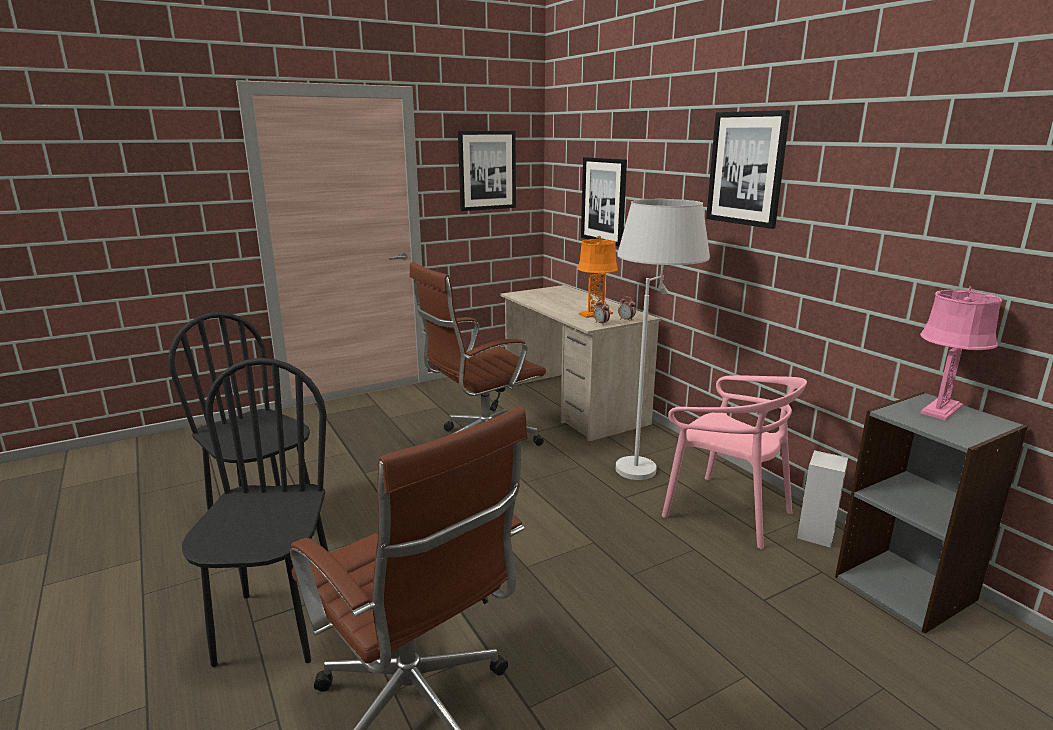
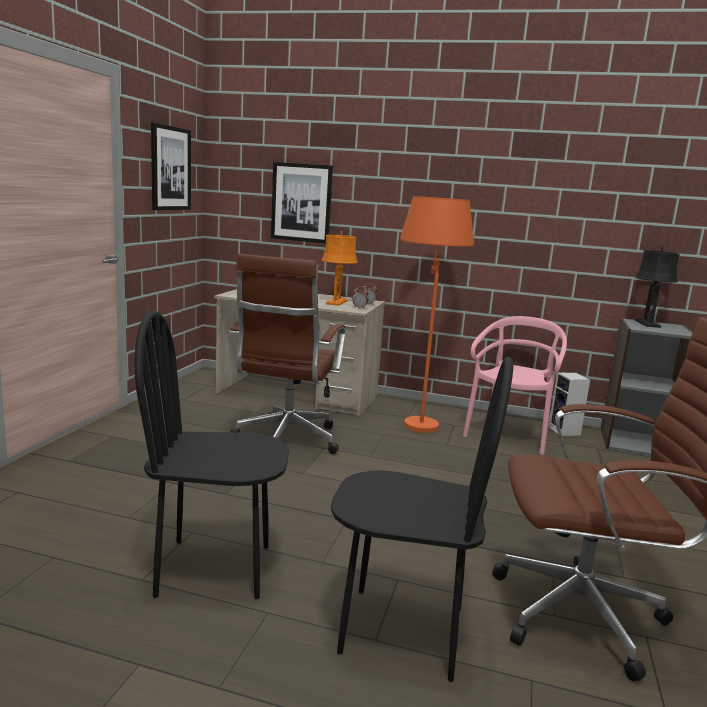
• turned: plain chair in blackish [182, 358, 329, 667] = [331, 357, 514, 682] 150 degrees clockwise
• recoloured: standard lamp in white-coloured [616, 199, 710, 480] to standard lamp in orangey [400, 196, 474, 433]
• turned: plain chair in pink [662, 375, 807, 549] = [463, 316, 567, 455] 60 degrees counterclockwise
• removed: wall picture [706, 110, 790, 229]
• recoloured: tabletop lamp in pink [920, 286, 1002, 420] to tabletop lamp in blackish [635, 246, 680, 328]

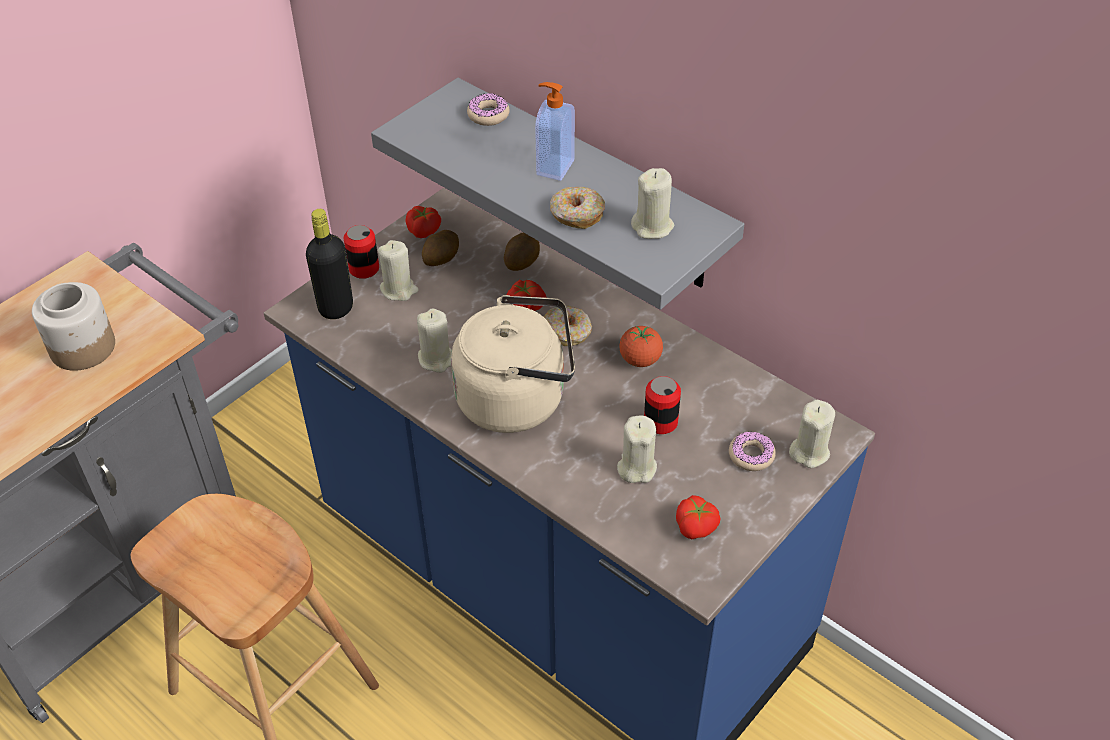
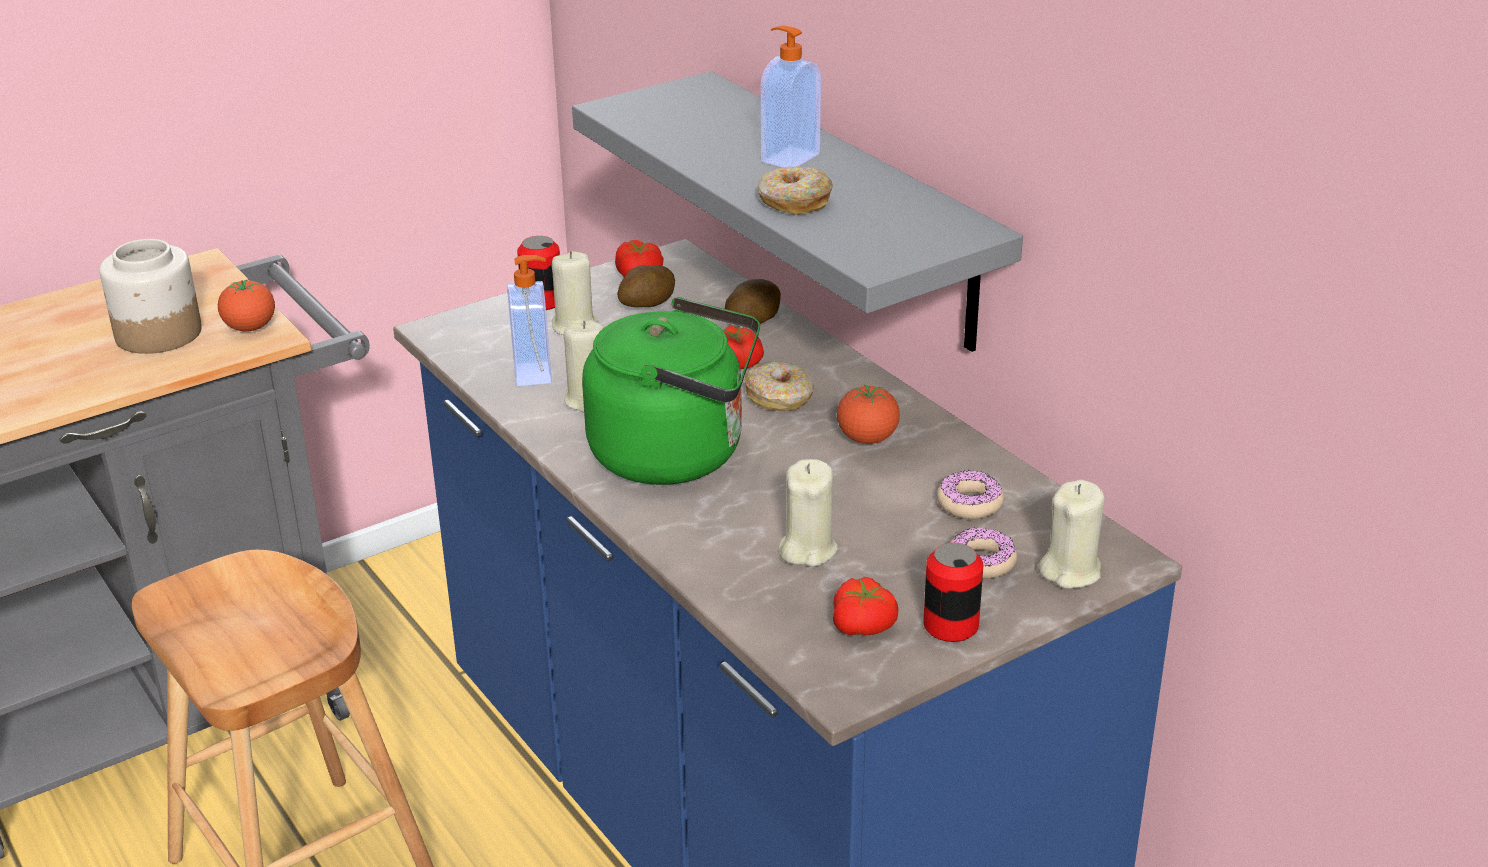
• removed: beverage bottle in blackish [306, 209, 353, 319]
• recoloured: water kettle in sand-coloured [451, 295, 575, 433] to water kettle in green-coloured [582, 297, 760, 485]
• moved: ring doughnut [467, 93, 510, 126] to [937, 469, 1004, 519]
• removed: wax light in sand-coloured [631, 168, 674, 239]
• moved: can [644, 376, 681, 434] to [923, 543, 983, 642]
• added: fresh tomato [218, 279, 275, 332]
• added: soap bottle [507, 255, 552, 386]

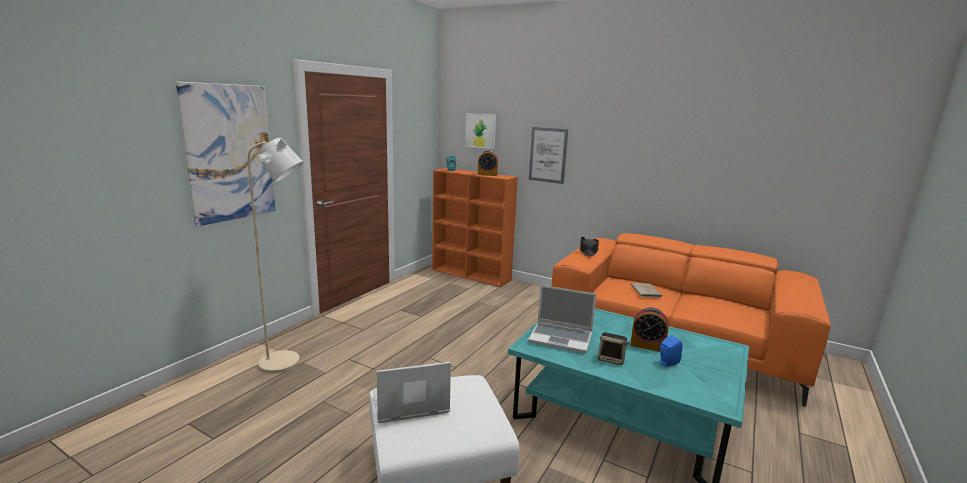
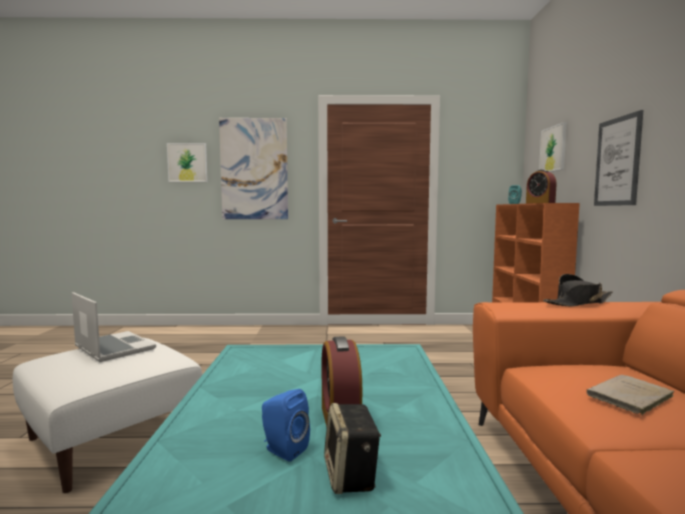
• removed: standard lamp in sand-coloured [247, 138, 303, 374]
• removed: notebook computer [528, 285, 596, 353]
• moved: speaker [598, 332, 629, 365] to [324, 403, 381, 494]
• added: wall picture [167, 143, 208, 182]

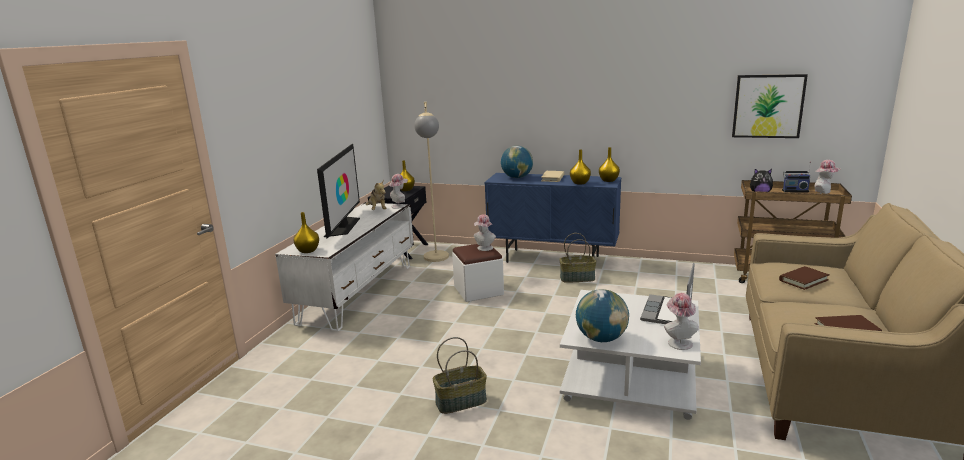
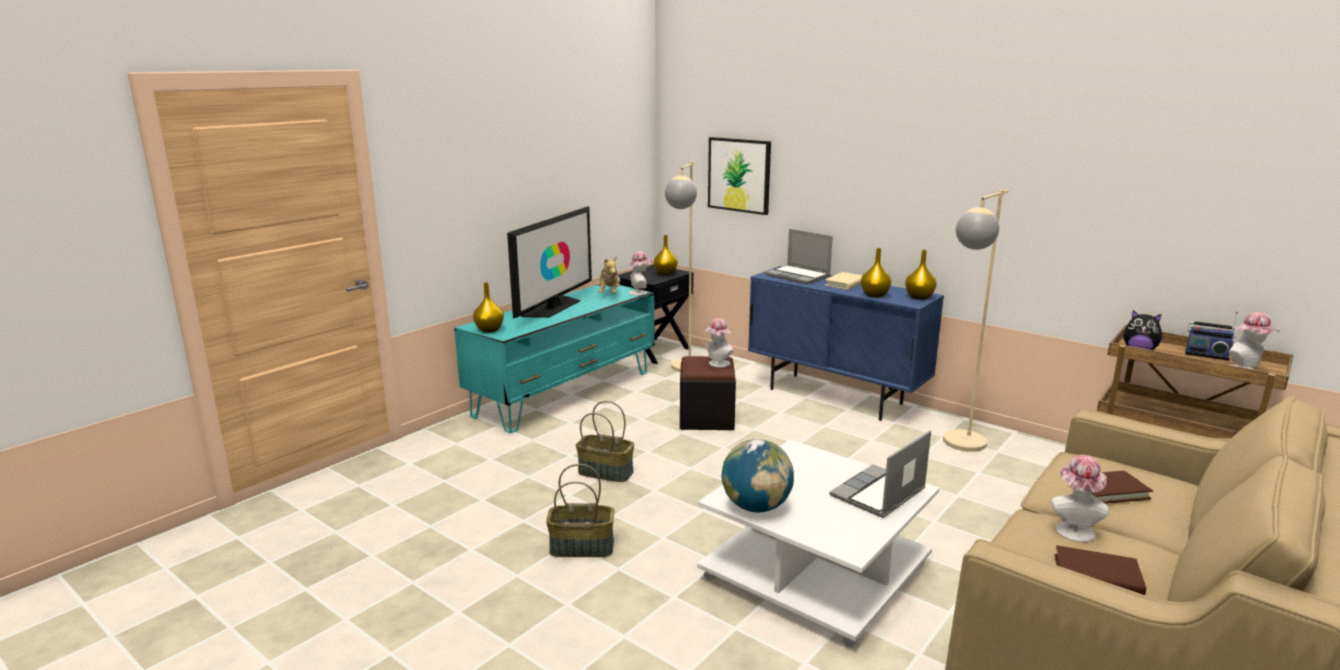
• recoloured: media console in white-coloured [275, 202, 414, 331] to media console in turquoise [454, 285, 655, 433]
• recoloured: pouffe in white-coloured [452, 244, 504, 302] to pouffe in blackish [680, 356, 736, 430]
• replaced: desk globe [501, 146, 533, 178] to notebook computer [765, 229, 833, 284]
• moved: household basket [559, 233, 597, 283] to [576, 401, 634, 482]
• moved: clothing hat [664, 293, 699, 350] to [1051, 455, 1109, 542]
• moved: wall picture [732, 74, 808, 138] to [708, 137, 771, 215]
• added: standard lamp in sand-coloured [943, 190, 1008, 452]

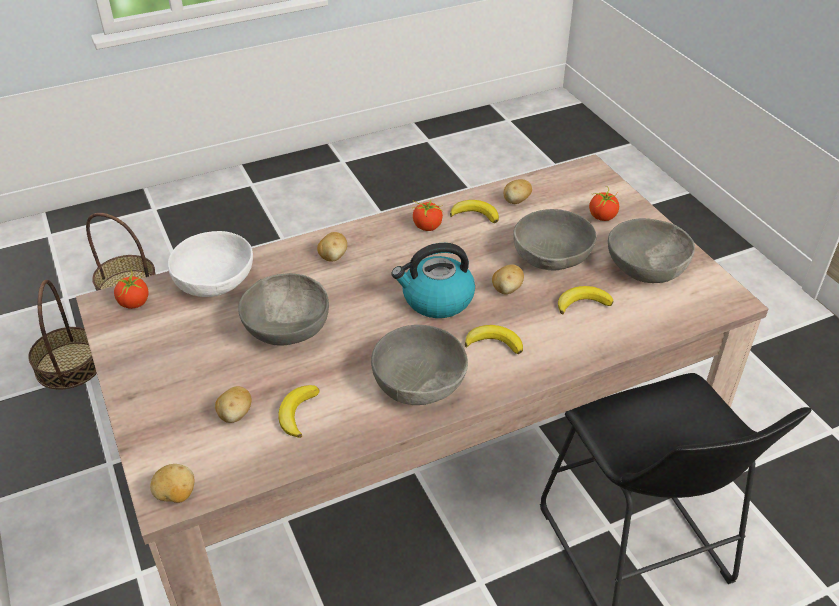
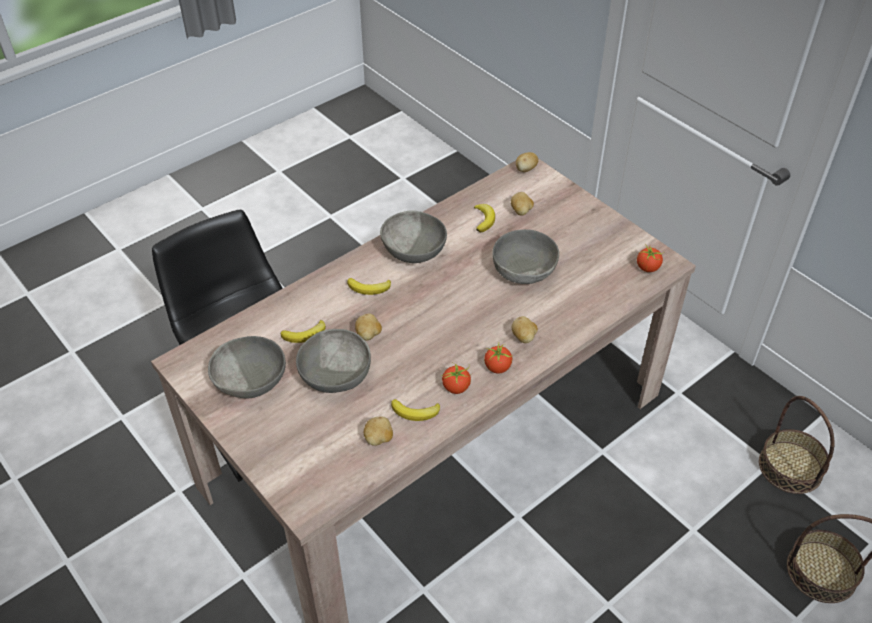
• removed: serving bowl in white-coloured [168, 231, 253, 297]
• removed: water kettle [391, 243, 475, 318]
• moved: fresh tomato [589, 186, 619, 221] to [484, 343, 512, 374]

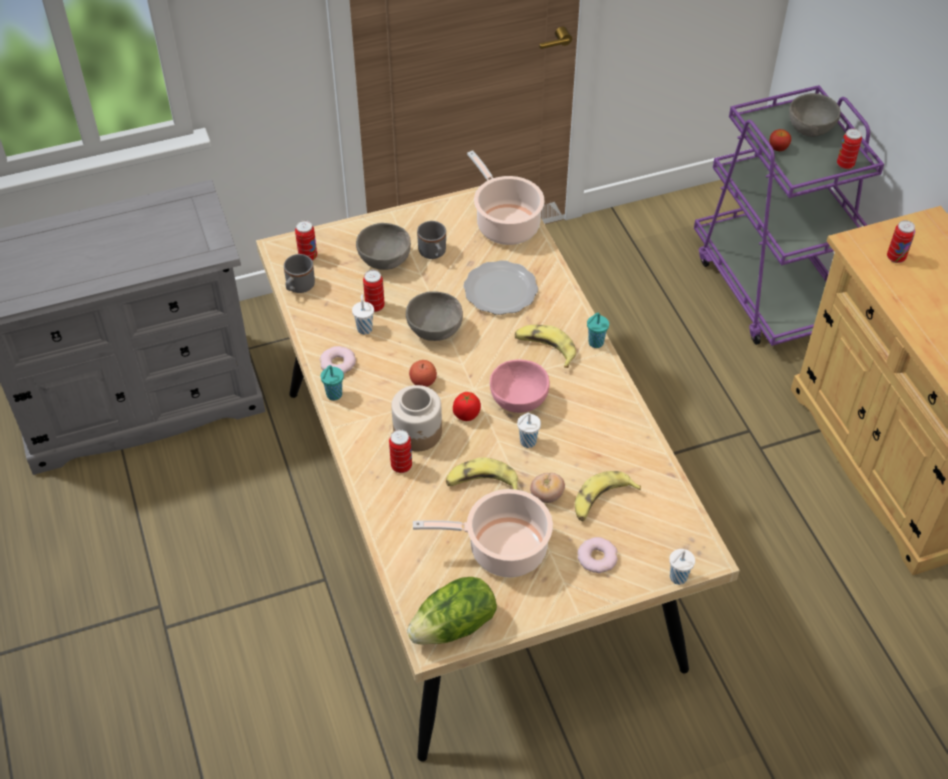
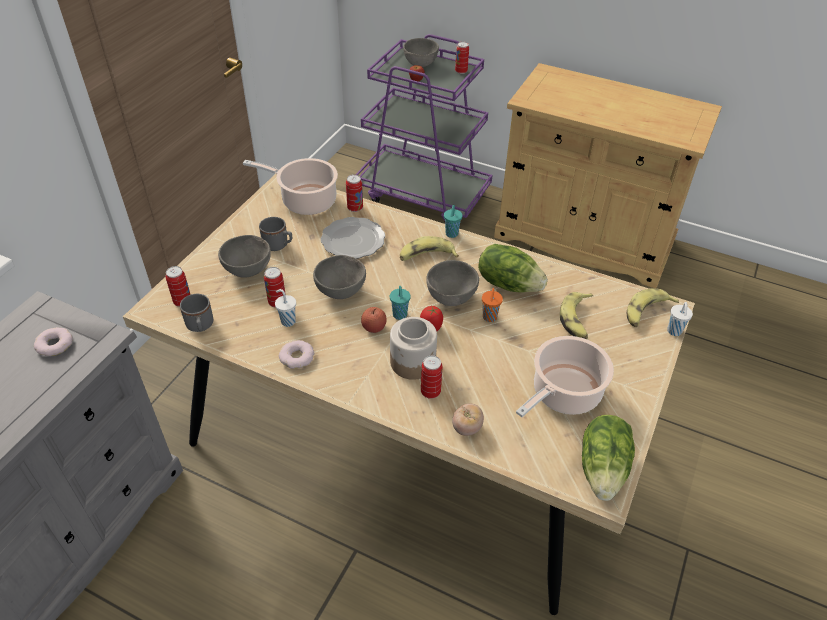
• moved: small cup in turquoise [321, 365, 344, 400] to [390, 286, 411, 320]
• moved: banana [446, 458, 518, 490] to [627, 288, 679, 327]
• recoloured: serving bowl in pink [490, 359, 550, 413] to serving bowl in greyish [426, 260, 479, 306]
• recoloured: small cup in white-coloured [517, 413, 541, 448] to small cup in orangey [482, 288, 503, 322]
• moved: fresh tomato [530, 473, 565, 503] to [452, 403, 484, 436]
• moved: ring doughnut [577, 537, 618, 573] to [34, 327, 73, 356]
• moved: can [887, 220, 915, 263] to [346, 174, 363, 212]
• added: lettuce head [478, 244, 548, 292]

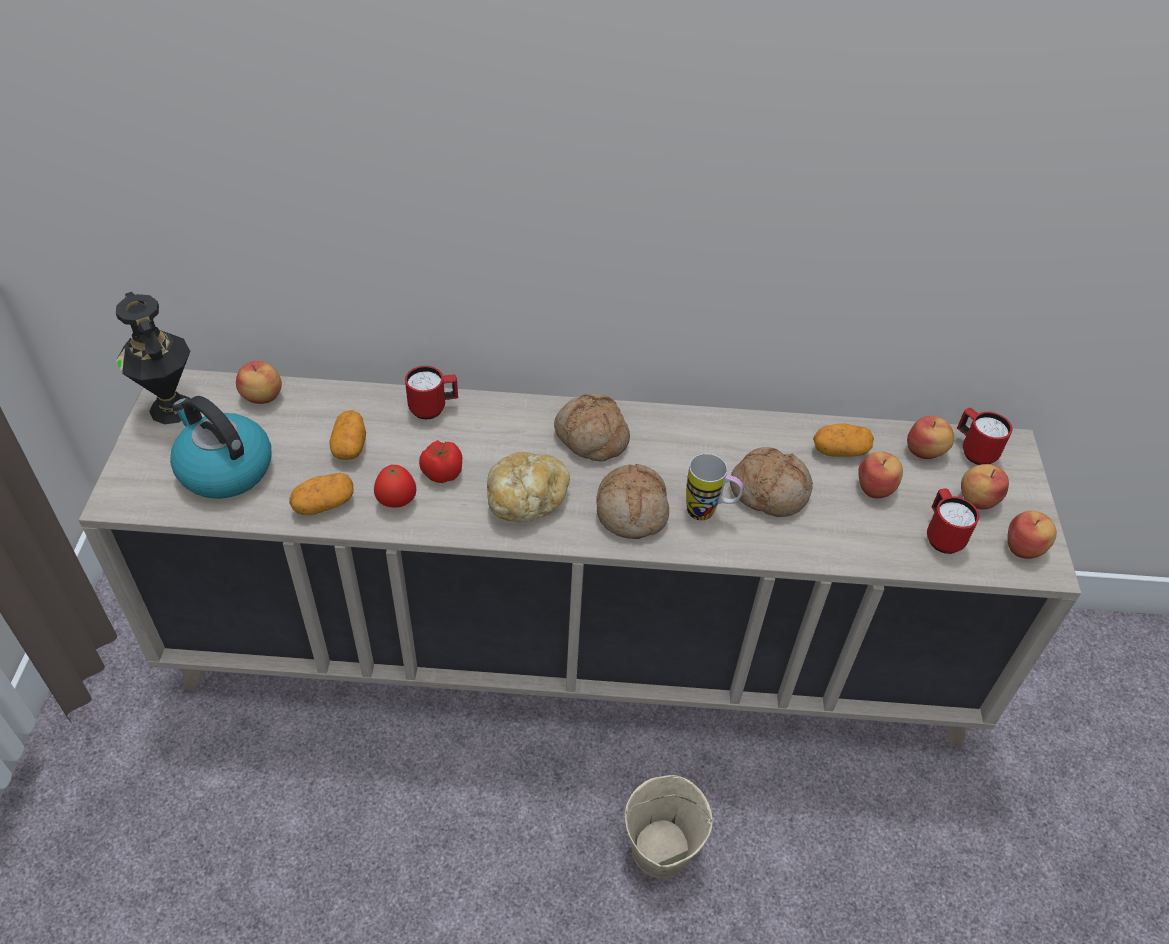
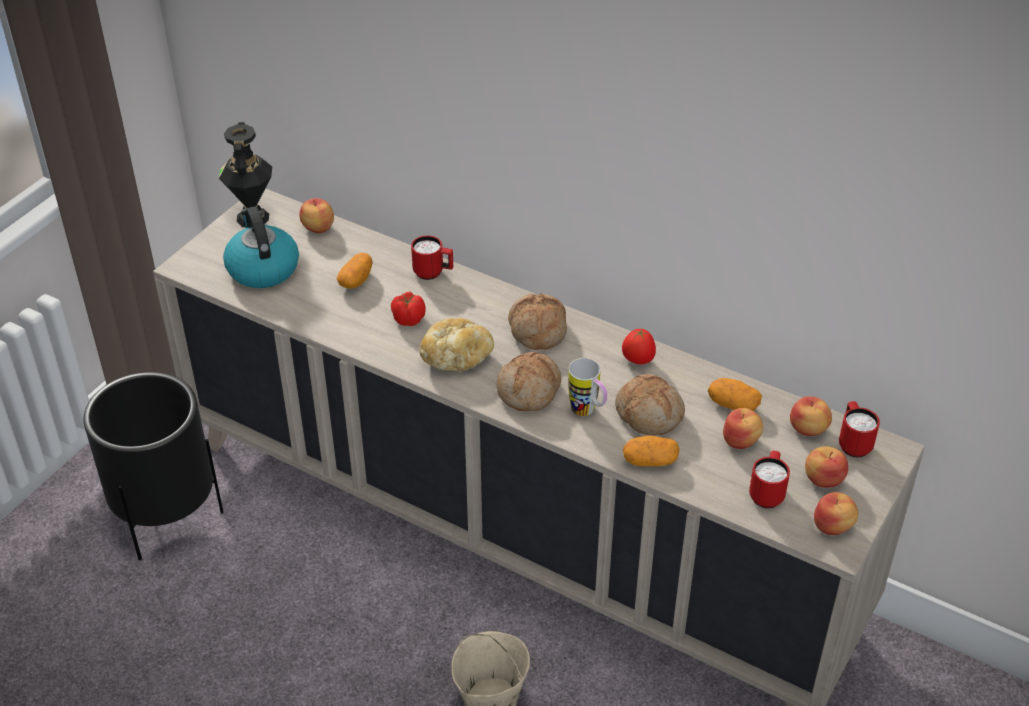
• moved: spud [289, 473, 354, 515] to [623, 436, 679, 467]
• moved: fresh tomato [374, 465, 416, 508] to [622, 328, 656, 364]
• added: planter in blackish [83, 372, 224, 561]

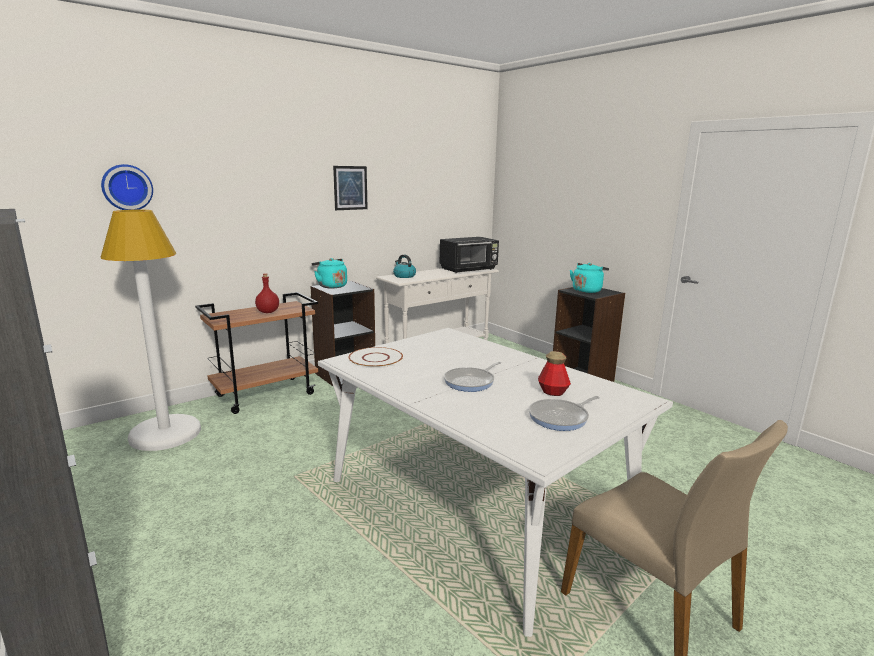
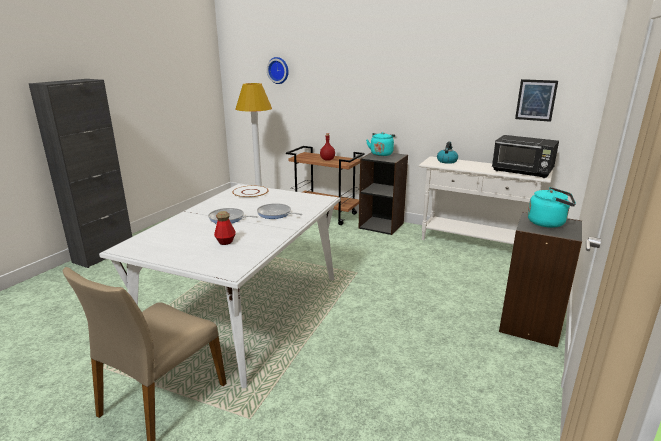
• moved: wall picture [333, 166, 368, 210] to [515, 79, 558, 122]
• moved: pan [529, 396, 600, 431] to [257, 203, 303, 219]

